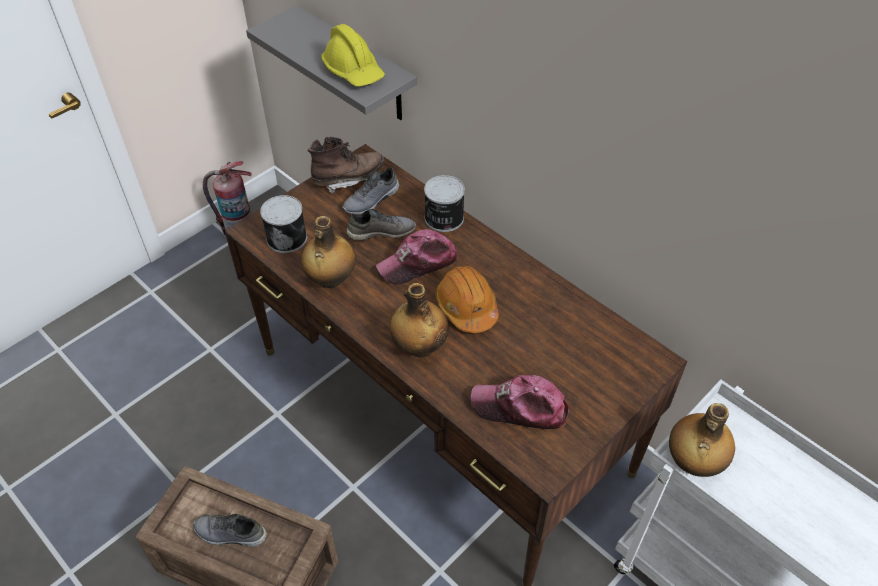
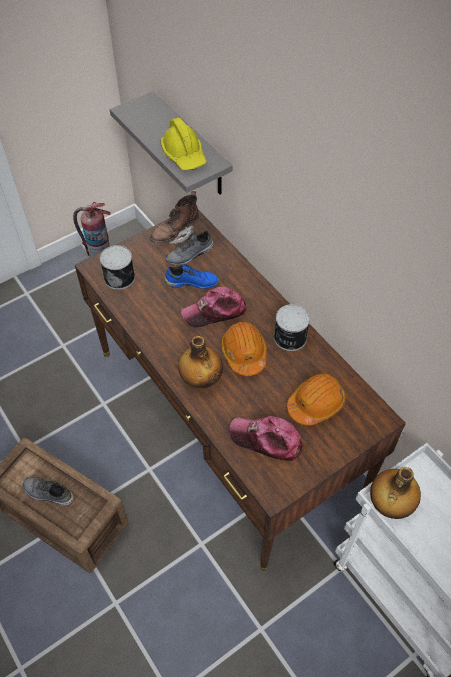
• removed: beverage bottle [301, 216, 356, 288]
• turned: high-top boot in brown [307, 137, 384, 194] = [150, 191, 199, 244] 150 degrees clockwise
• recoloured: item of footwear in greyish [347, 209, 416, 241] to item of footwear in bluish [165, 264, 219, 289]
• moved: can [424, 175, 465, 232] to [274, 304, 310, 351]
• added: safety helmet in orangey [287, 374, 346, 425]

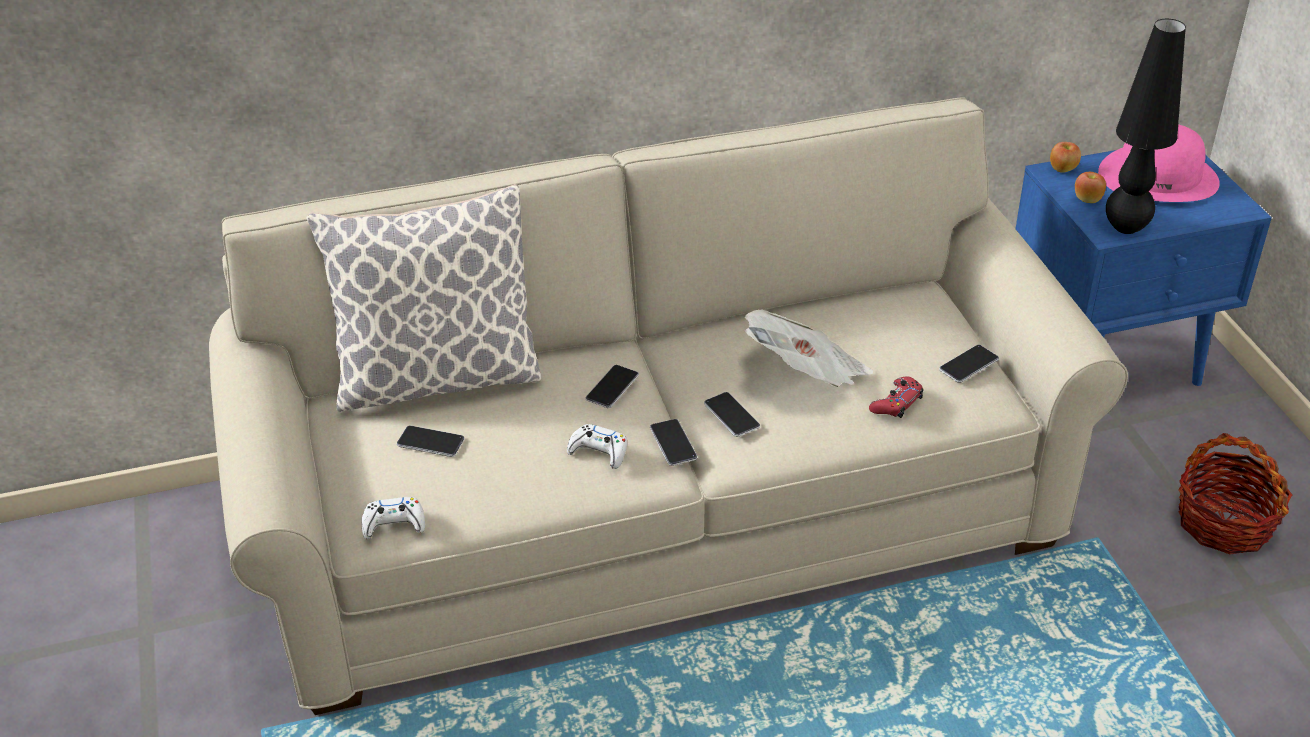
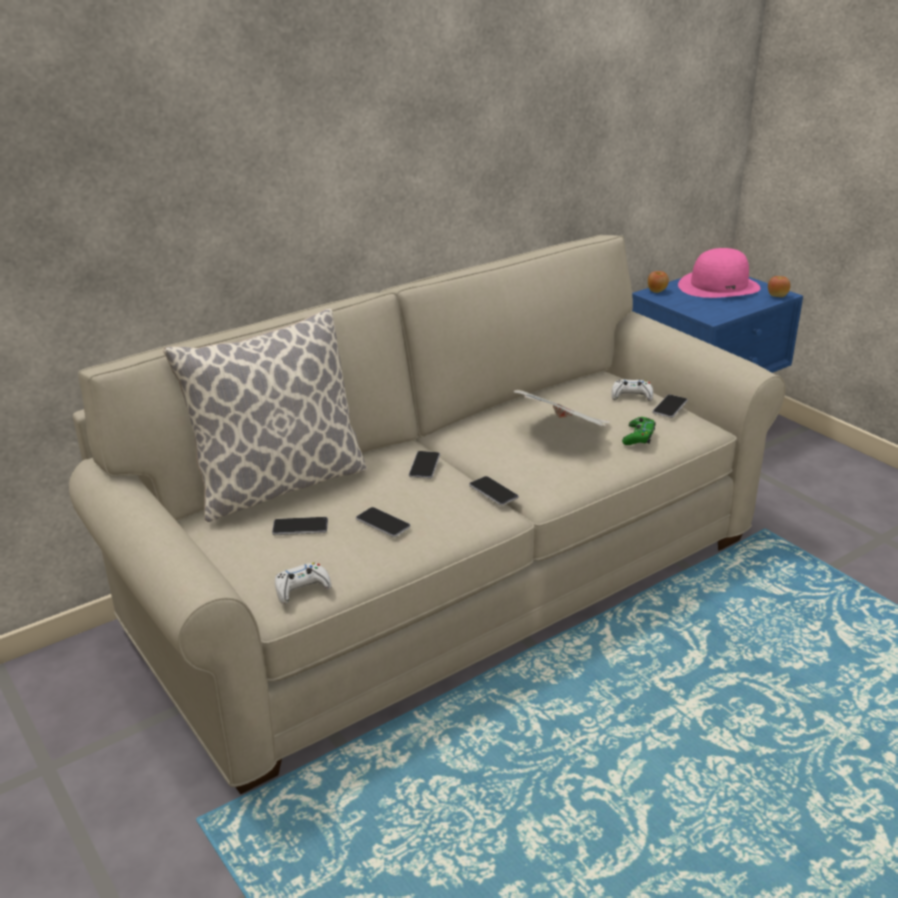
• moved: game controller in white-coloured [567, 424, 627, 469] to [611, 380, 653, 401]
• moved: handset [704, 392, 760, 437] to [356, 507, 411, 537]
• recoloured: game controller in red [869, 377, 923, 418] to game controller in green-coloured [622, 417, 656, 445]
• moved: apple fruit [1075, 172, 1106, 203] to [768, 276, 790, 297]
• removed: tabletop lamp in blackish [1106, 19, 1186, 234]
• removed: household basket [1178, 433, 1292, 554]

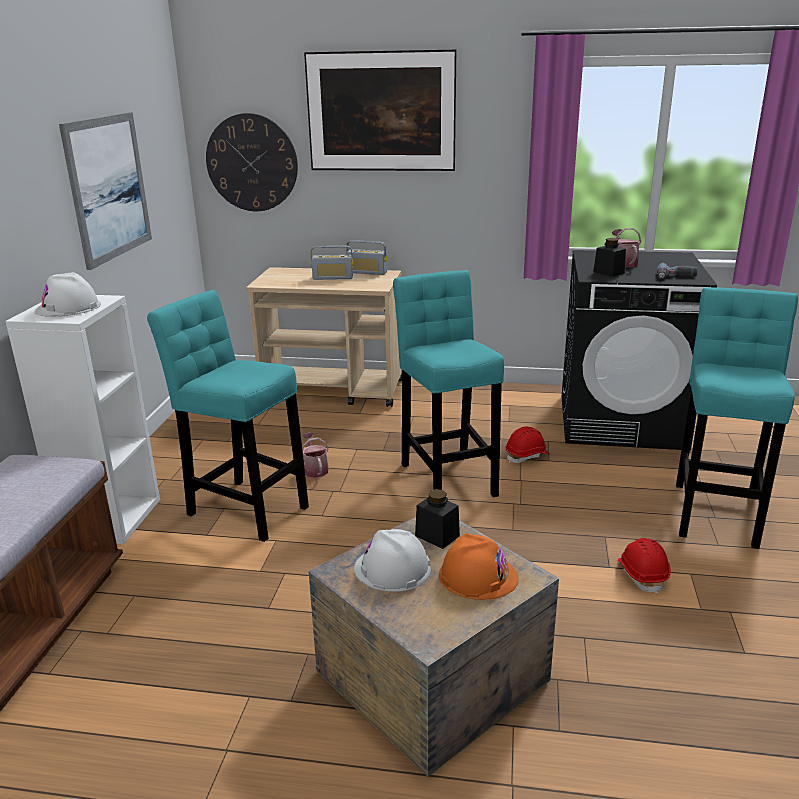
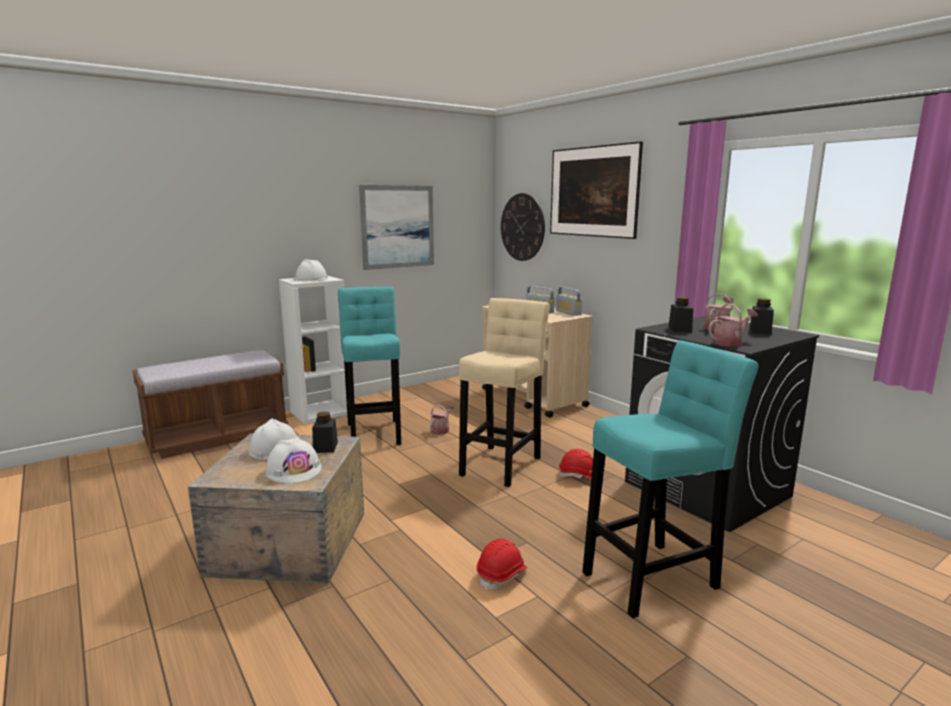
• recoloured: stool seat in turquoise [393, 270, 504, 497] to stool seat in sand-coloured [459, 298, 550, 487]
• recoloured: safety helmet in orangey [439, 533, 518, 600] to safety helmet in white-coloured [266, 436, 322, 483]
• replaced: drill [657, 263, 698, 279] to watering can [708, 303, 758, 346]
• added: jar in blackish [749, 298, 774, 335]

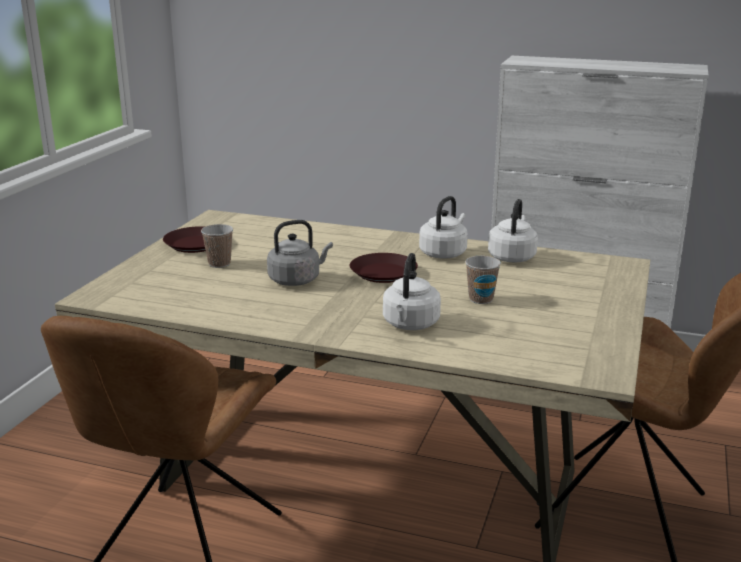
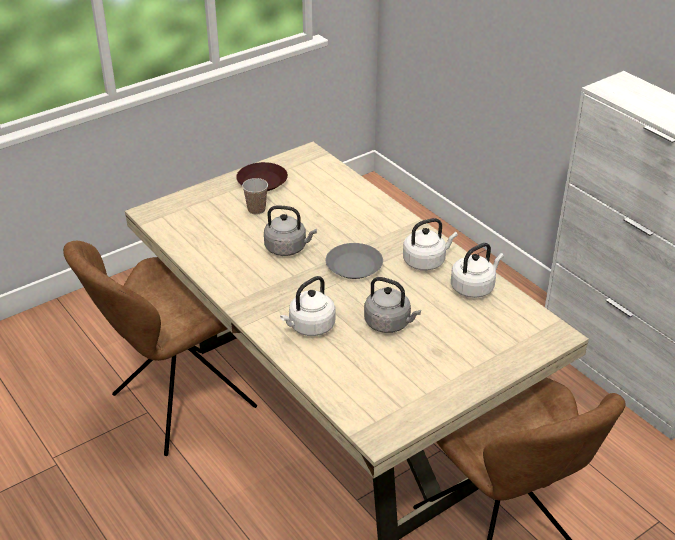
• recoloured: flat dish in brown [350, 253, 418, 283] to flat dish in greyish [326, 243, 383, 279]
• replaced: small cup [465, 256, 501, 304] to water kettle in greyish [364, 277, 421, 333]

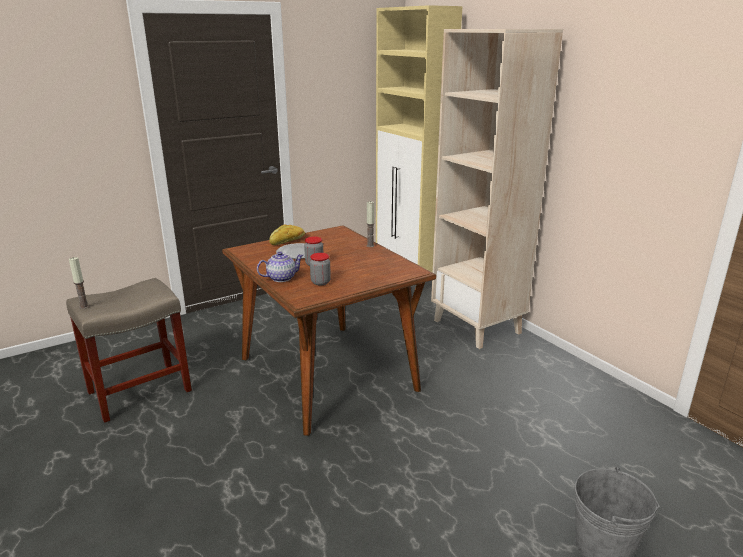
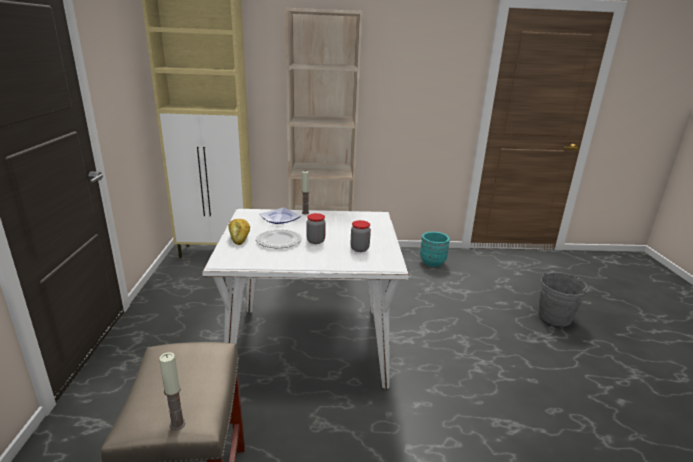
• recoloured: dinner table in brown [222, 225, 436, 436] to dinner table in white-coloured [202, 209, 409, 389]
• removed: pot for tea [257, 251, 303, 282]
• added: flat dish [259, 207, 301, 224]
• added: planter in turquoise [420, 232, 450, 267]

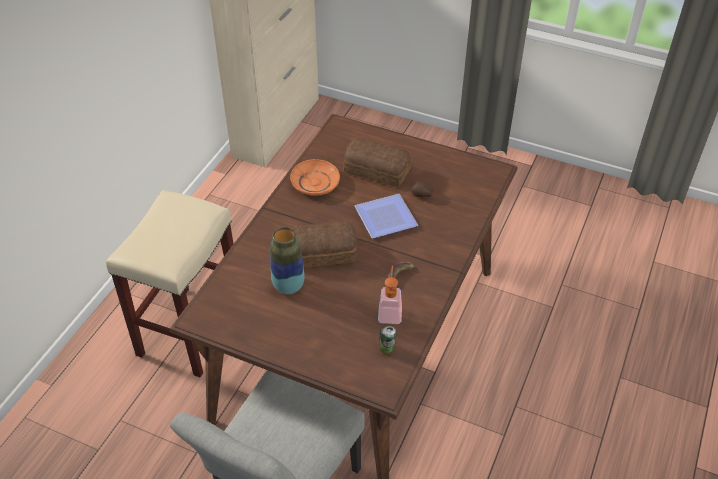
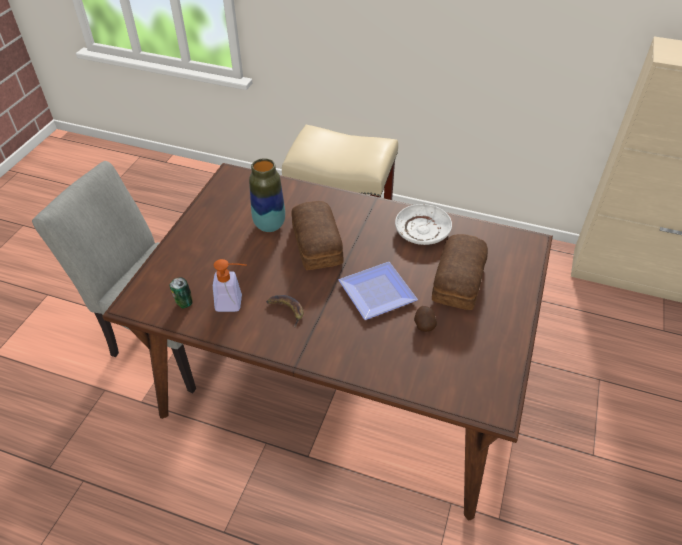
• recoloured: flat dish in orangey [290, 159, 340, 196] to flat dish in white-coloured [395, 204, 452, 245]

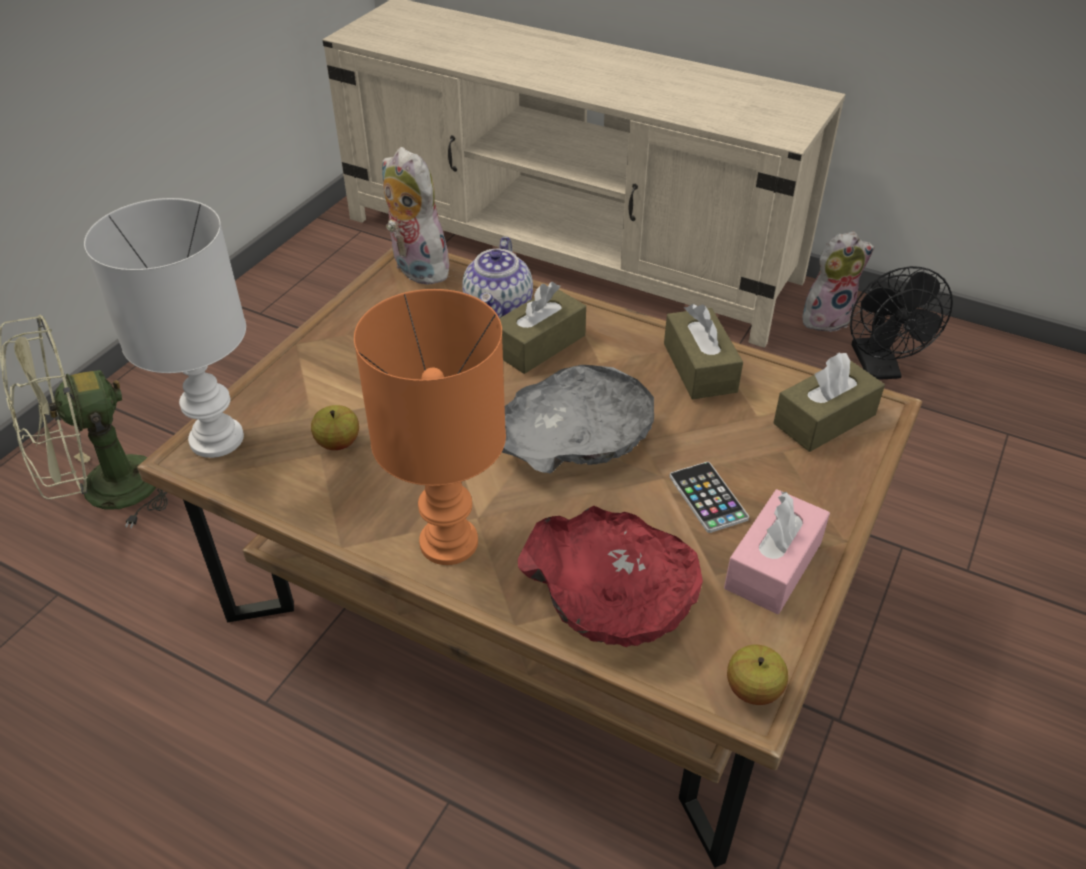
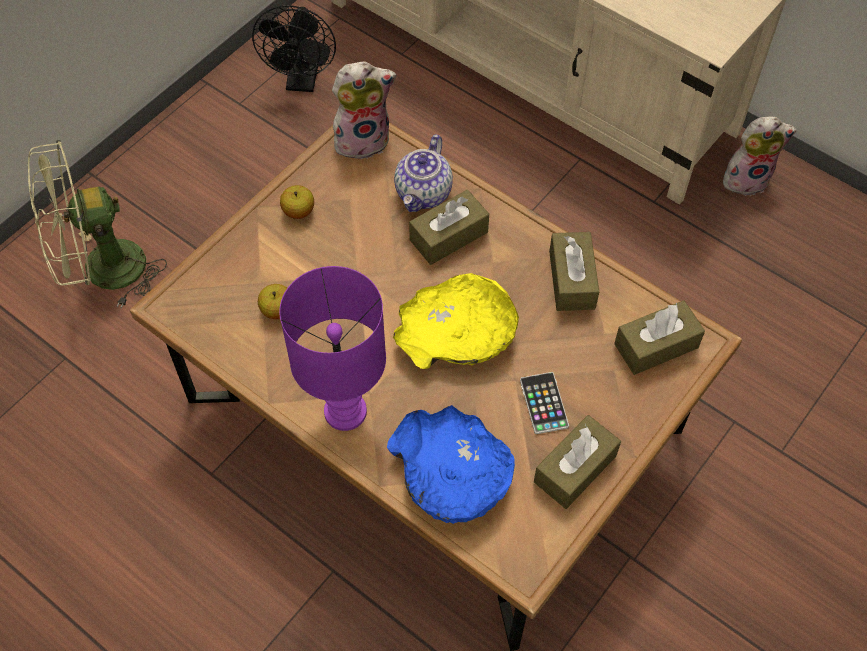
• removed: tabletop lamp in white-coloured [84, 198, 246, 458]
• recoloured: tabletop lamp in orangey [354, 289, 506, 565] to tabletop lamp in purple [279, 266, 386, 431]
• turned: plush toy [382, 147, 454, 285] = [332, 62, 397, 162] 105 degrees clockwise
• recoloured: serving bowl in greyish [502, 365, 654, 473] to serving bowl in yellow-coloured [393, 273, 519, 369]
• recoloured: serving bowl in red [518, 506, 703, 647] to serving bowl in bluish [387, 405, 515, 524]
• recoloured: tissue box in pink [724, 489, 830, 614] to tissue box in brown [534, 415, 621, 509]
• moved: apple fruit [727, 645, 788, 705] to [280, 185, 314, 219]
• moved: fan in blackish [850, 266, 953, 380] to [252, 5, 336, 92]

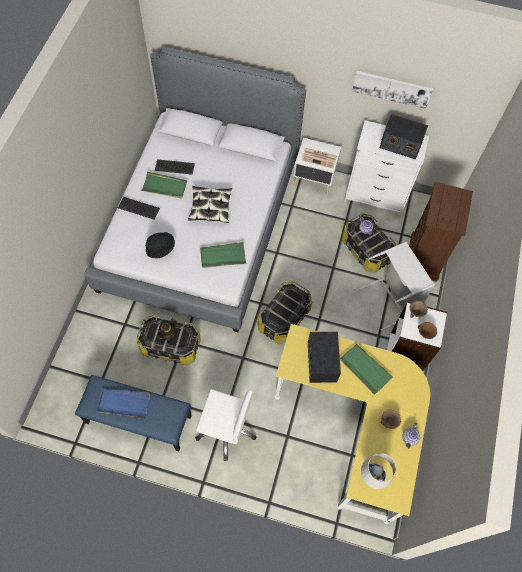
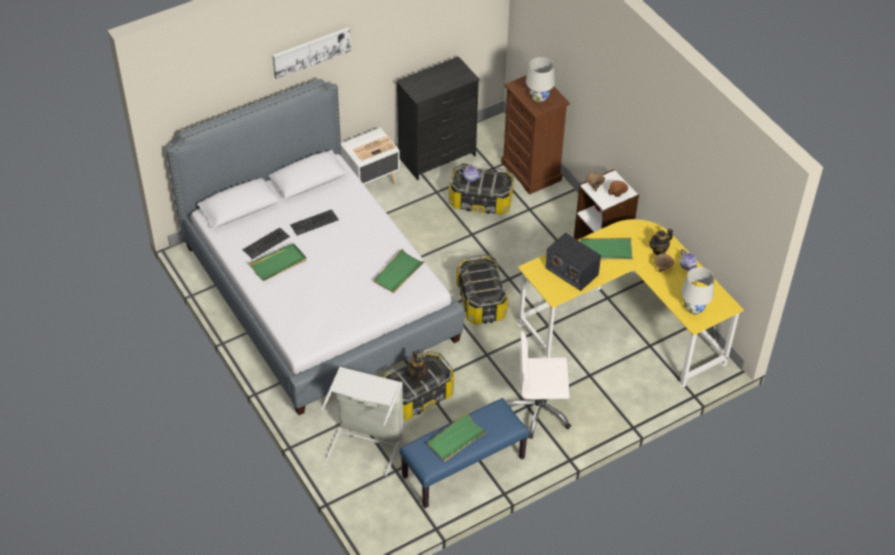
• recoloured: serving tray in bluish [97, 389, 150, 419] to serving tray in green-coloured [427, 413, 486, 462]
• moved: computer keyboard [118, 197, 160, 219] to [290, 209, 339, 235]
• removed: clothing hat in blackish [146, 232, 175, 258]
• removed: throw pillow [188, 186, 232, 223]
• turned: office chair in white-coloured [195, 389, 257, 461] = [509, 331, 571, 439] 150 degrees counterclockwise
• recoloured: dresser in white-coloured [344, 120, 429, 217] to dresser in blackish [396, 56, 479, 180]
• moved: wall picture [352, 71, 433, 109] to [272, 27, 351, 79]
• moved: hamper in greyish [357, 242, 435, 331] to [321, 367, 403, 476]
• removed: radio [380, 114, 428, 159]
• added: tabletop lamp in white-coloured [526, 57, 555, 103]
• added: pot for tea [649, 229, 673, 255]

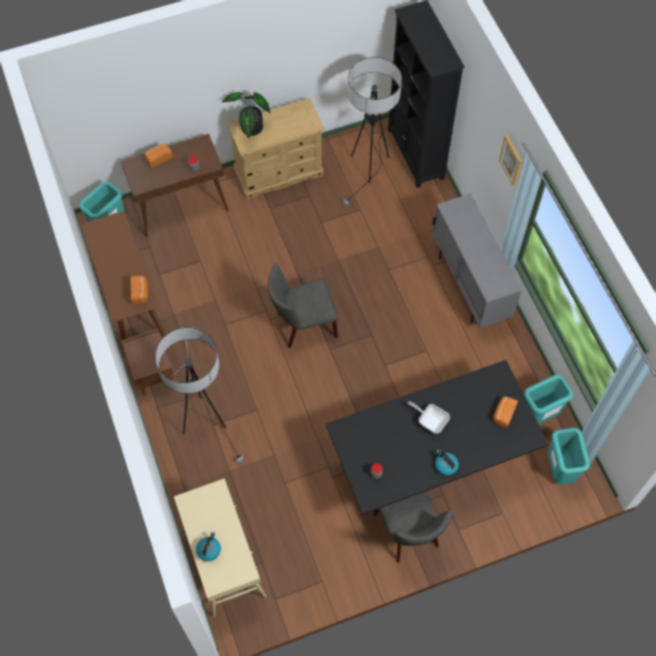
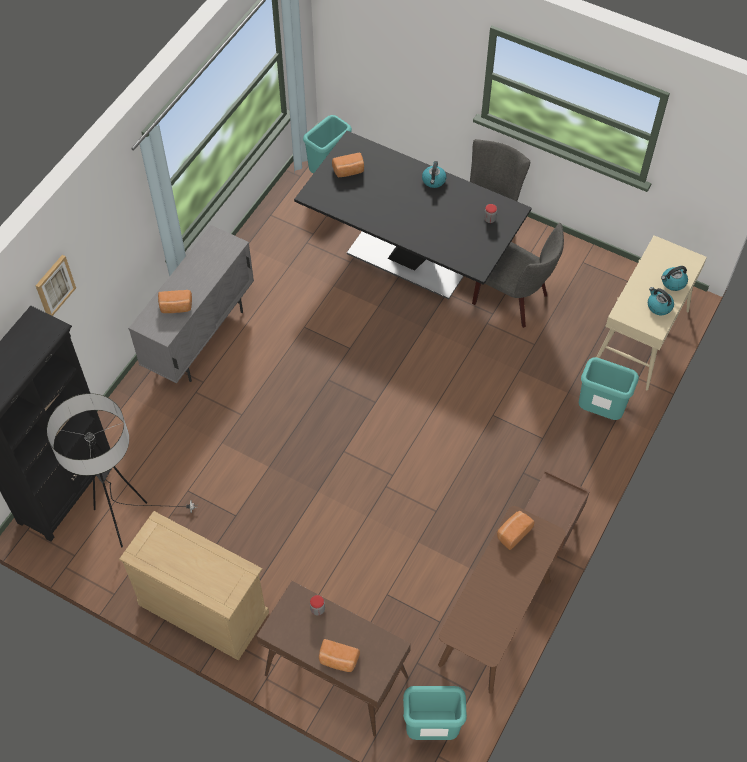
• removed: standard lamp [155, 327, 244, 464]
• removed: plant in a pot [222, 92, 270, 138]
• moved: plain chair in greyish [268, 263, 338, 348] to [472, 223, 564, 328]
• removed: pan [407, 401, 450, 434]
• moved: wall picture [499, 135, 522, 186] to [36, 255, 76, 316]
• moved: rubbish bin in turquoise [524, 374, 573, 424] to [579, 357, 639, 420]
• added: bakery bread [158, 290, 192, 313]
• added: water kettle [648, 287, 674, 315]

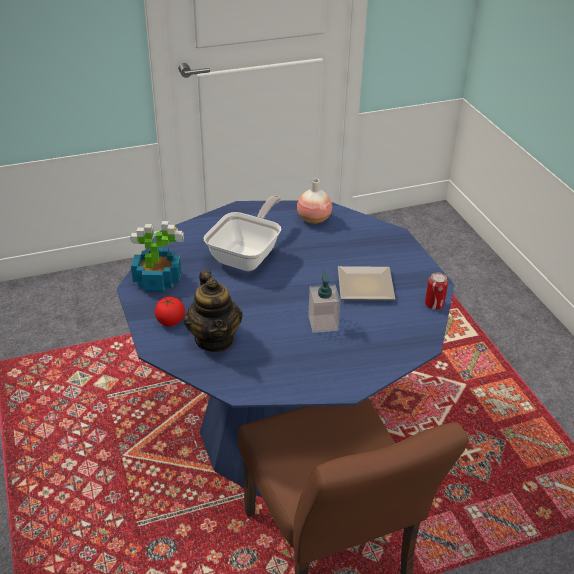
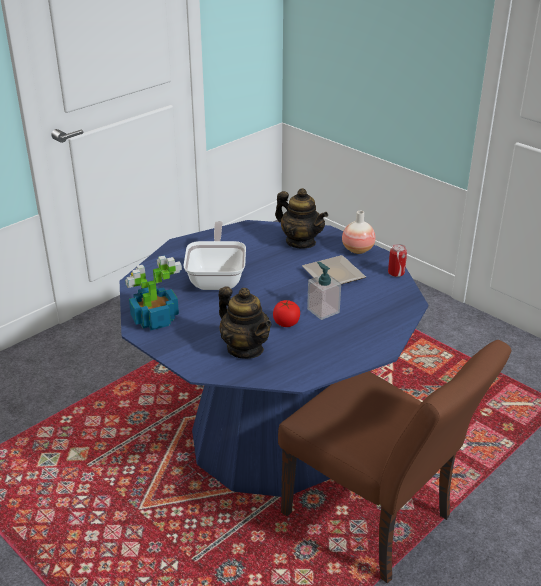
• moved: fresh tomato [155, 297, 185, 326] to [273, 300, 300, 327]
• moved: vase [297, 179, 332, 224] to [342, 211, 376, 254]
• added: pot for tea [275, 188, 328, 248]

